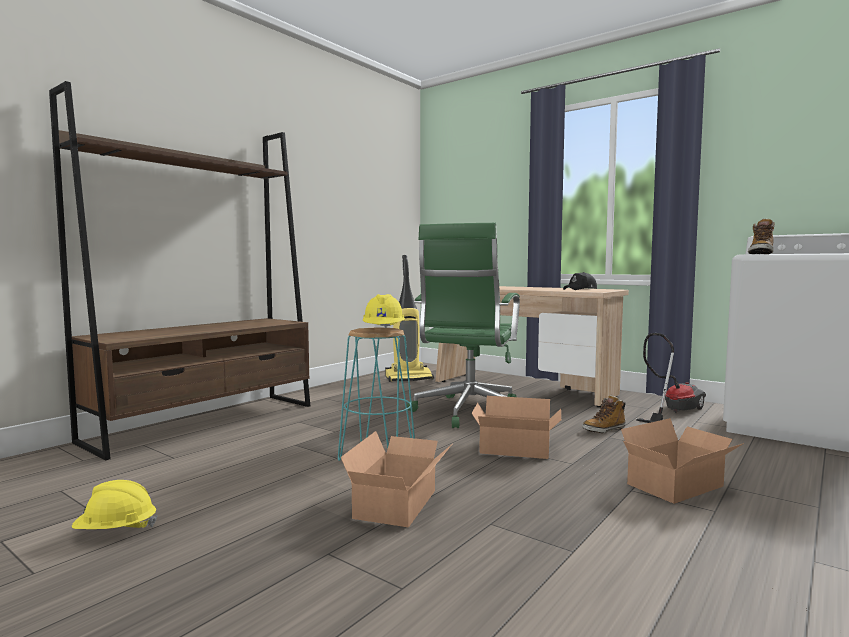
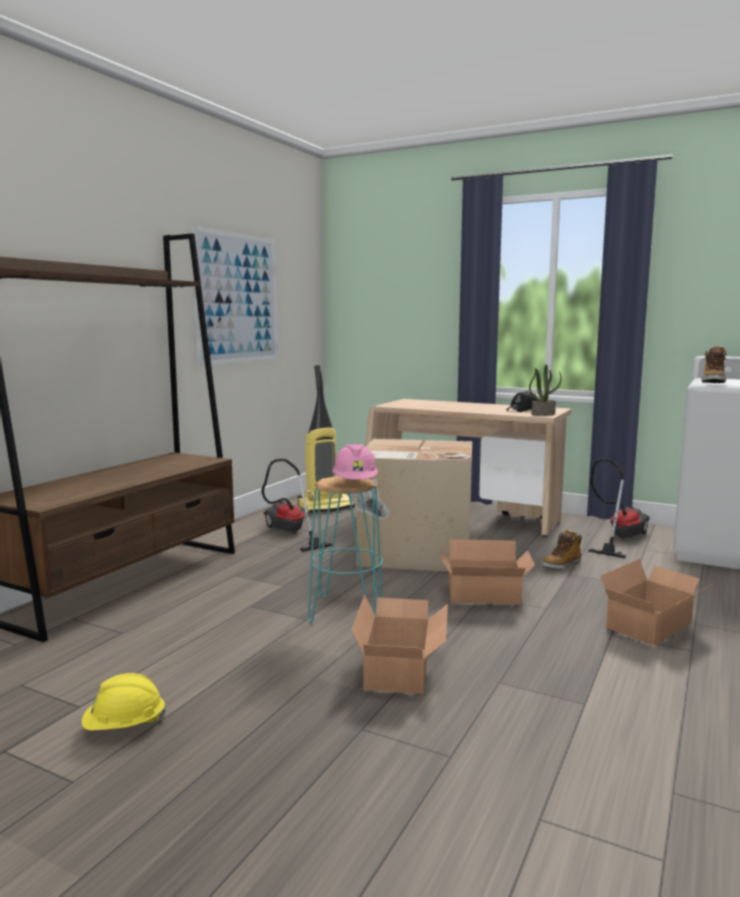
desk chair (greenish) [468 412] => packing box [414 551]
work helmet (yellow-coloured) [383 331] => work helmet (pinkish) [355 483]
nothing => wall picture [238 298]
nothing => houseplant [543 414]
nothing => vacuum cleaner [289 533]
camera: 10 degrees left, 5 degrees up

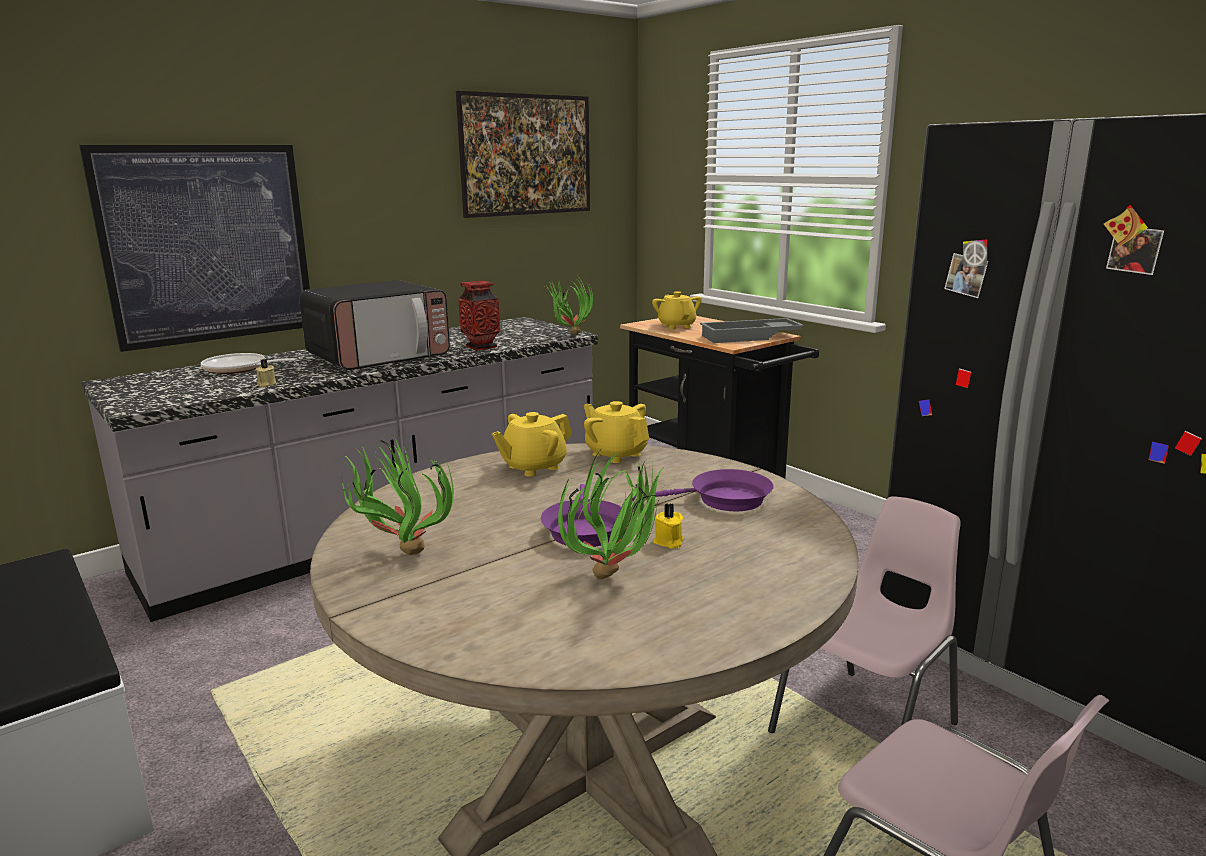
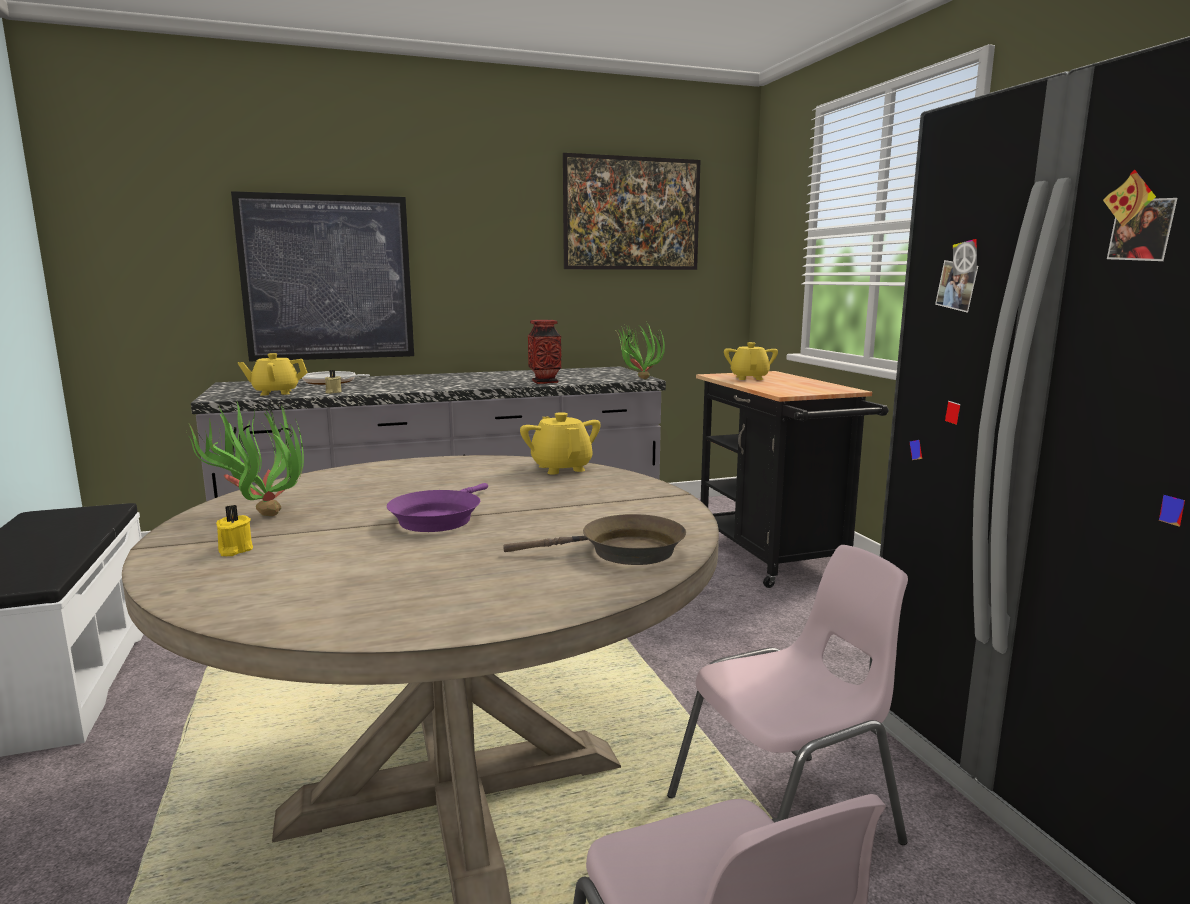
microwave oven [379 357] => nothing
tray (gray) [750 337] => nothing
pot for tea (yellow-coloured) [533 467] => pot for tea (yellow-coloured) [275 393], shifted
houseplant [619 576] => nothing
skillet (purple-coloured) [723 500] => nothing
candle (yellow-coloured) [668 542] => candle (yellow-coloured) [234 550], shifted
nothing => skillet (brown-coloured) [623 552]
camera: 20 degrees right, 5 degrees down

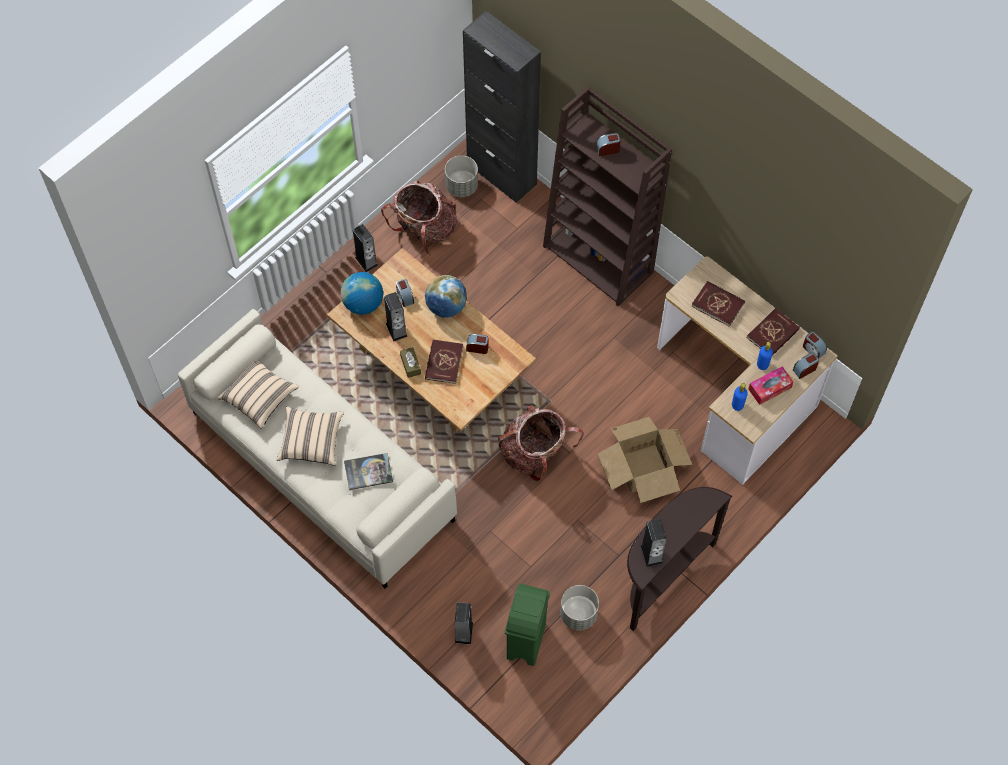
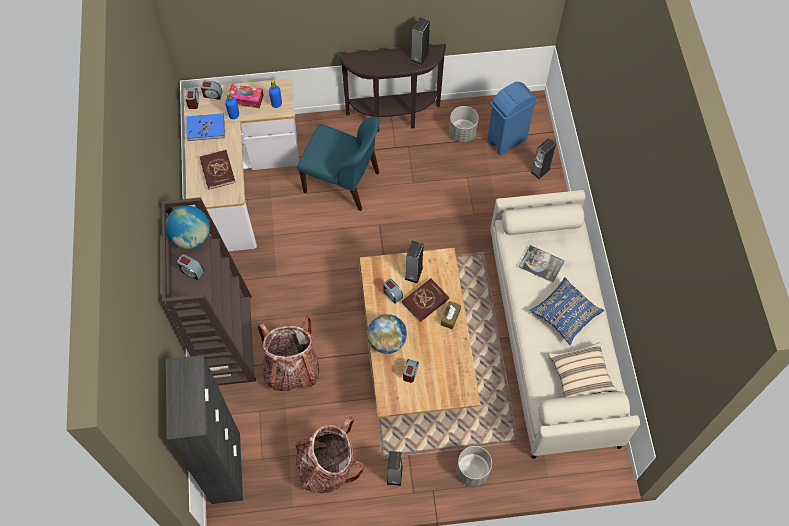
plant pot (gray) [462 186] => plant pot (gray) [472 471], shifted
globe [363 304] => globe [191 237], shifted
audio speaker [396 330] => audio speaker [414 273], shifted
book (red) [773 334] => book (bluish) [206 128]
backpack [535 453] => backpack [292 369], shifted
throw pillow (sand-coloured) [311 441] => throw pillow (bluish) [565 315]
packing box [643 467] => upright chair (bluish) [343 183]
trash can (greenish) [525 641] => trash can (bluish) [507 140]
camera: 140 degrees left, 0 degrees up

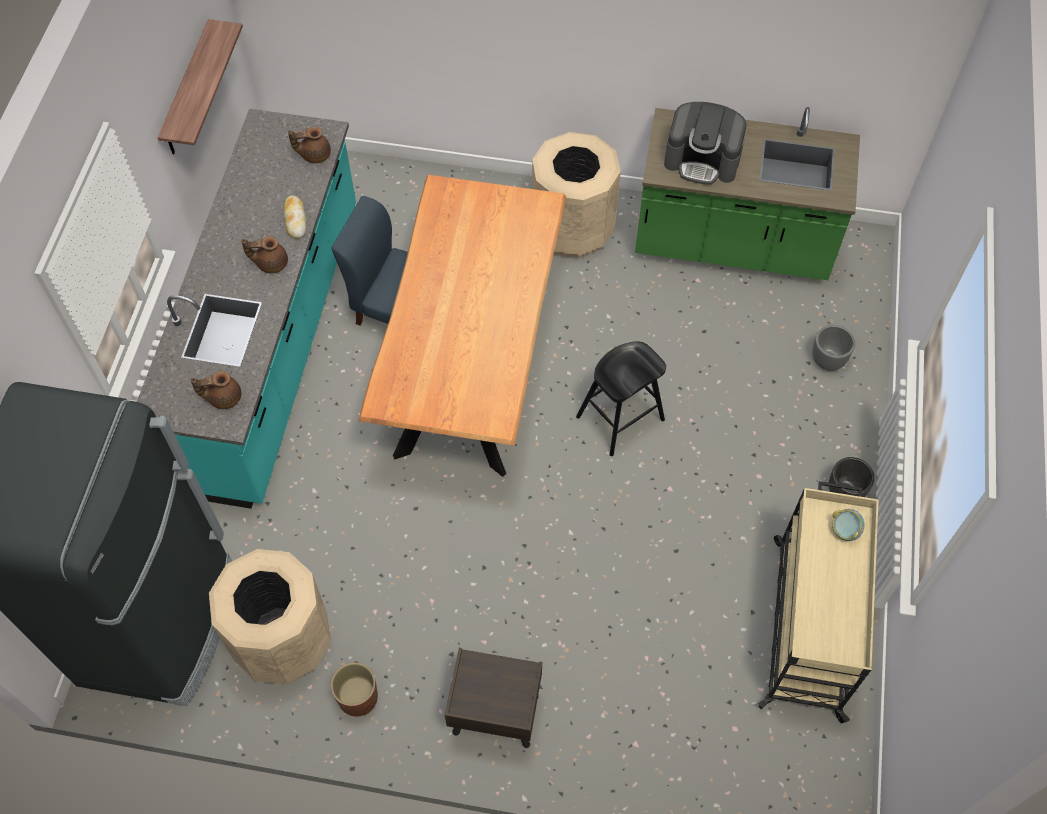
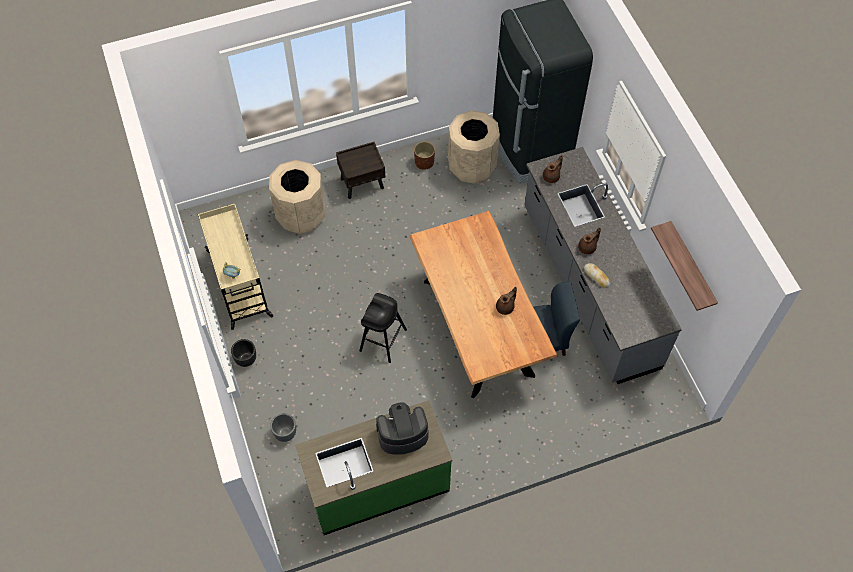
kitchen base unit (turquoise) [272 345] => kitchen base unit (gray) [588 287]
pot for tea (brown-coloured) [314 154] => pot for tea (brown-coloured) [505 307], shifted
trash can (sand-coloured) [572 230] => trash can (sand-coloured) [301 215], shifted
camera: 150 degrees right, 0 degrees up

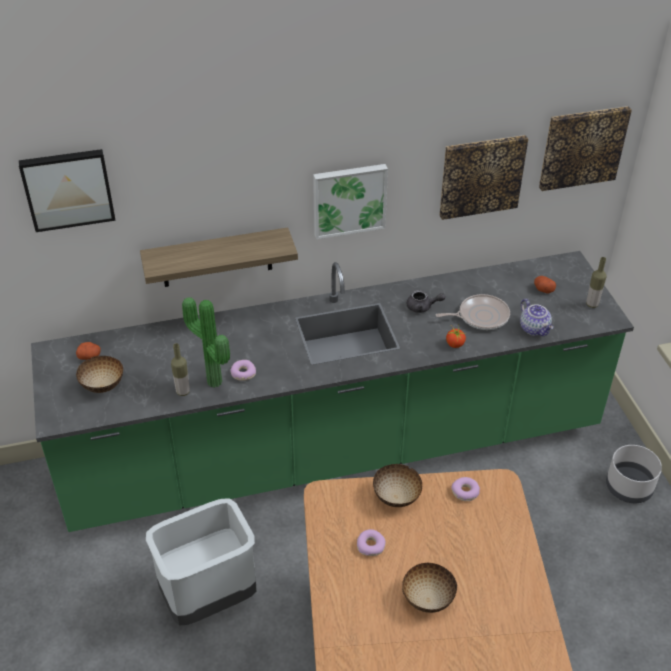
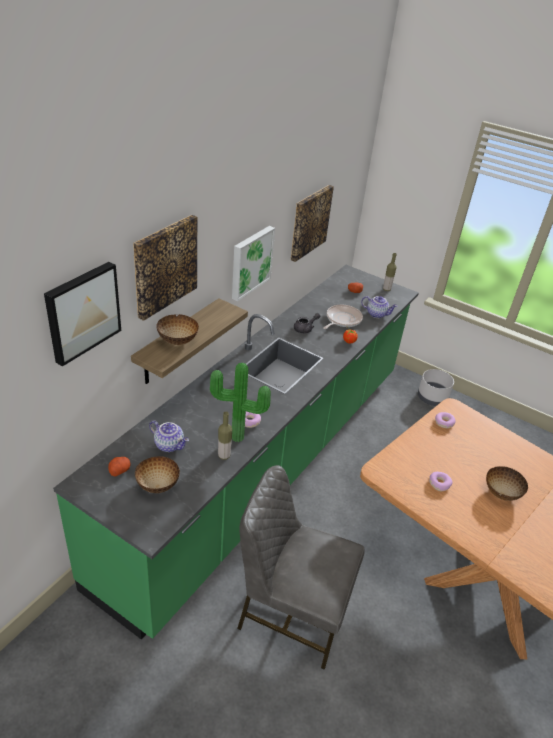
wall picture [582 147] => wall picture [164 266], shifted
deep dish [396 497] => deep dish [178 341], shifted
trash can (gray) [209 597] => upright chair (gray) [292 611]
nothing => pot for tea [170 445]
camera: 45 degrees left, 5 degrees down

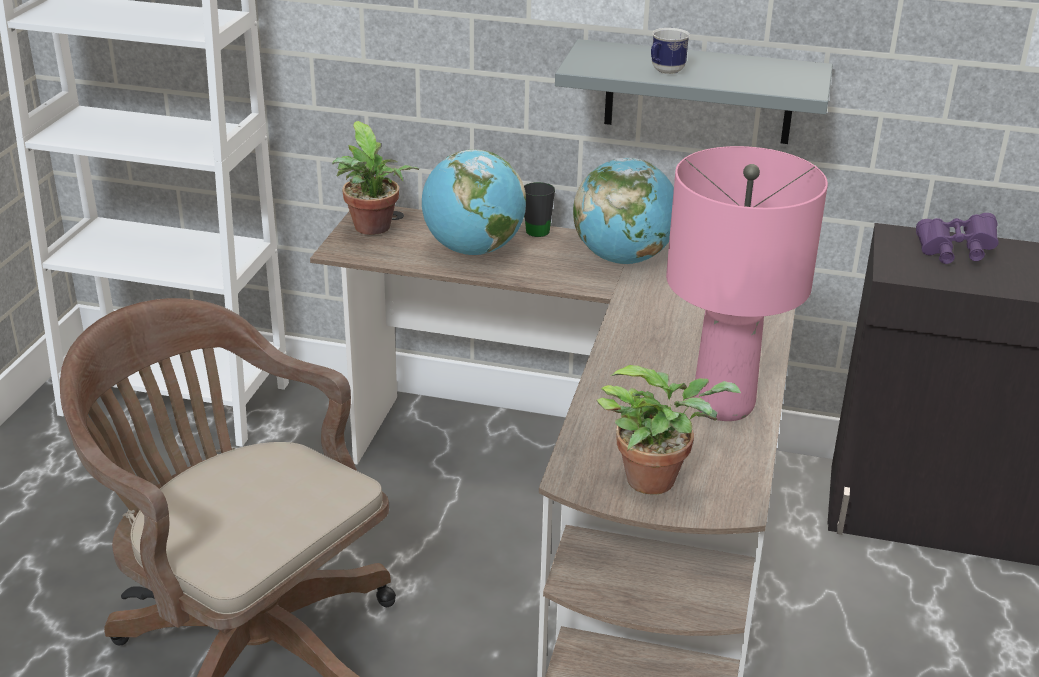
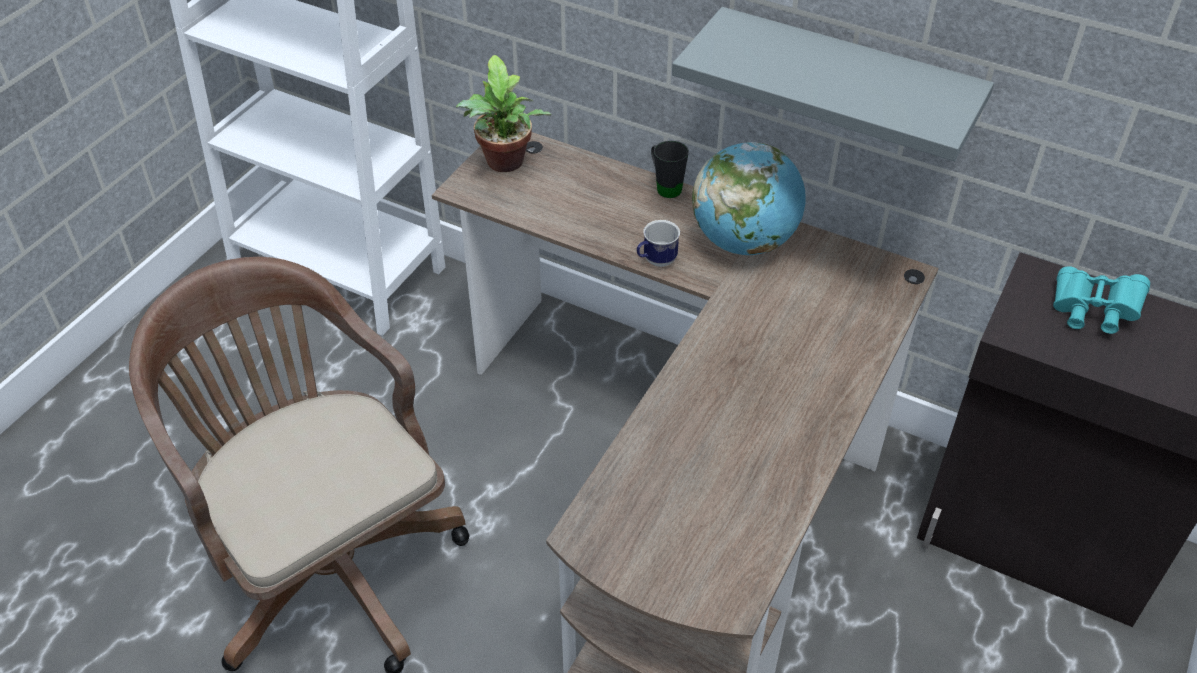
mug [664 72] => mug [655 261], shifted
table lamp (pinkish) [724 405] => nothing
globe [473 250] => nothing
binoculars (purple-coloured) [954 252] => binoculars (turquoise) [1092 312]
houseplant [657 479] => nothing
camera: 15 degrees right, 15 degrees up

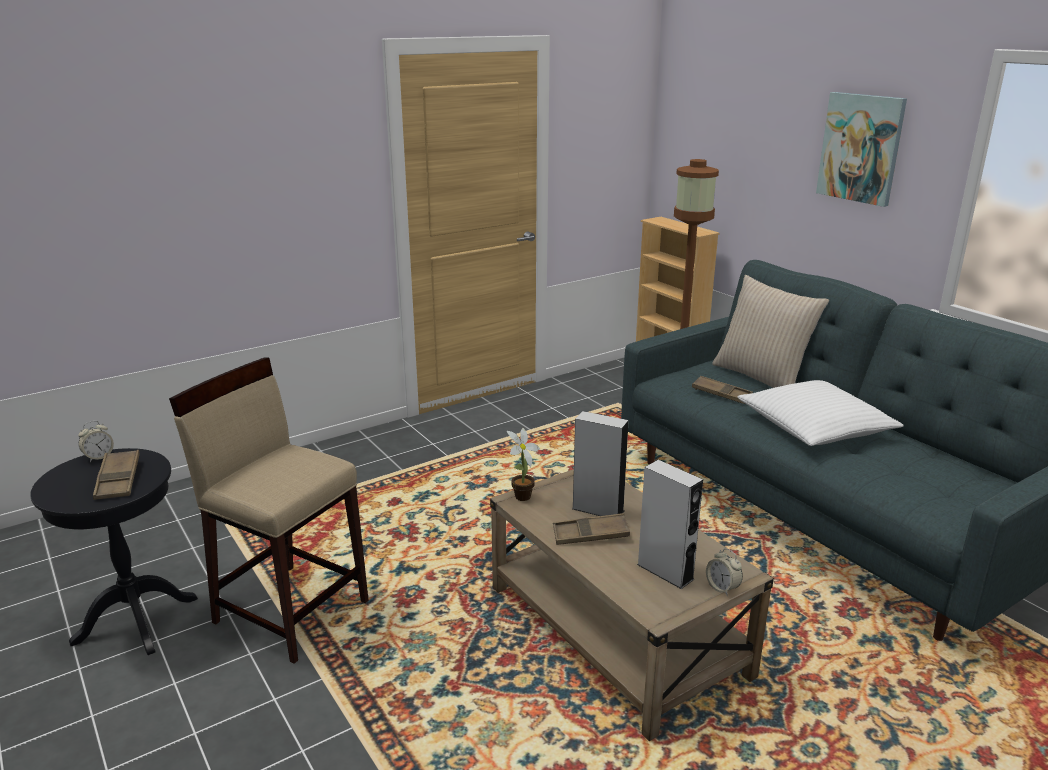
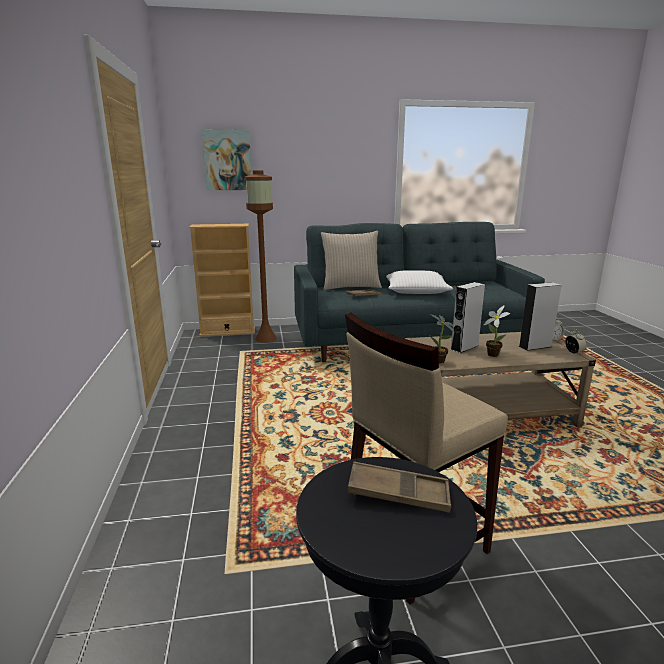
wall picture [861 148] => wall picture [227 160], shifted
bedside clock [99 457] => bedside clock [574 352], shifted
tray (brown-coloured) [590 534] => houseplant [492 354]
camera: 65 degrees left, 5 degrees down

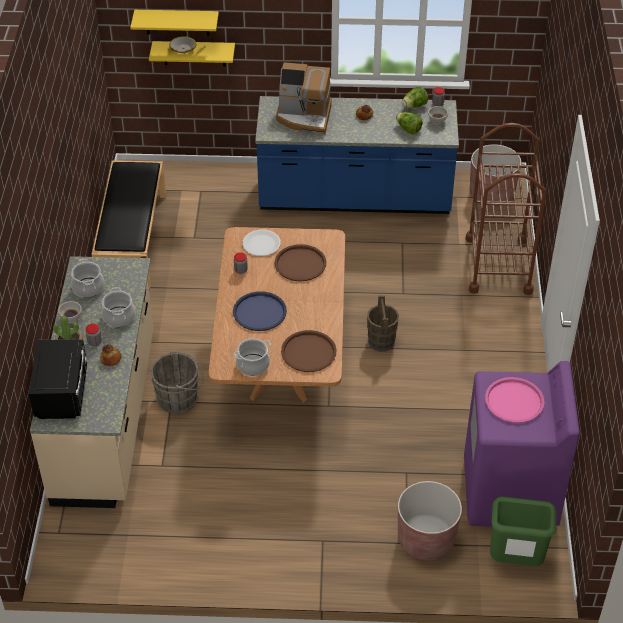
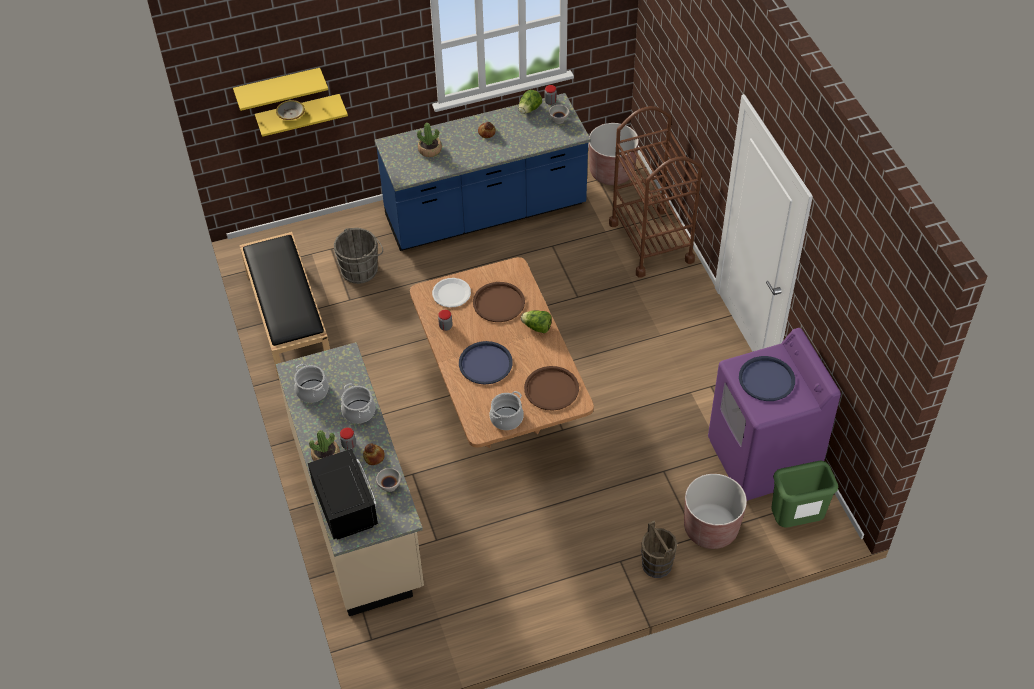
coffee machine [304 117] => houseplant [430 150]
lettuce head [408 129] => lettuce head [537 327], shifted
pail (brown-coloured) [381 342] => pail (brown-coloured) [657 565], shifted
deep dish (whitish) [71 319] => deep dish (whitish) [390 486], shifted
pail (gray) [180 398] => pail (gray) [361 269], shifted
tray (pinkish) [514 401] => tray (bluish) [766 379]
camera: 20 degrees left, 5 degrees up

